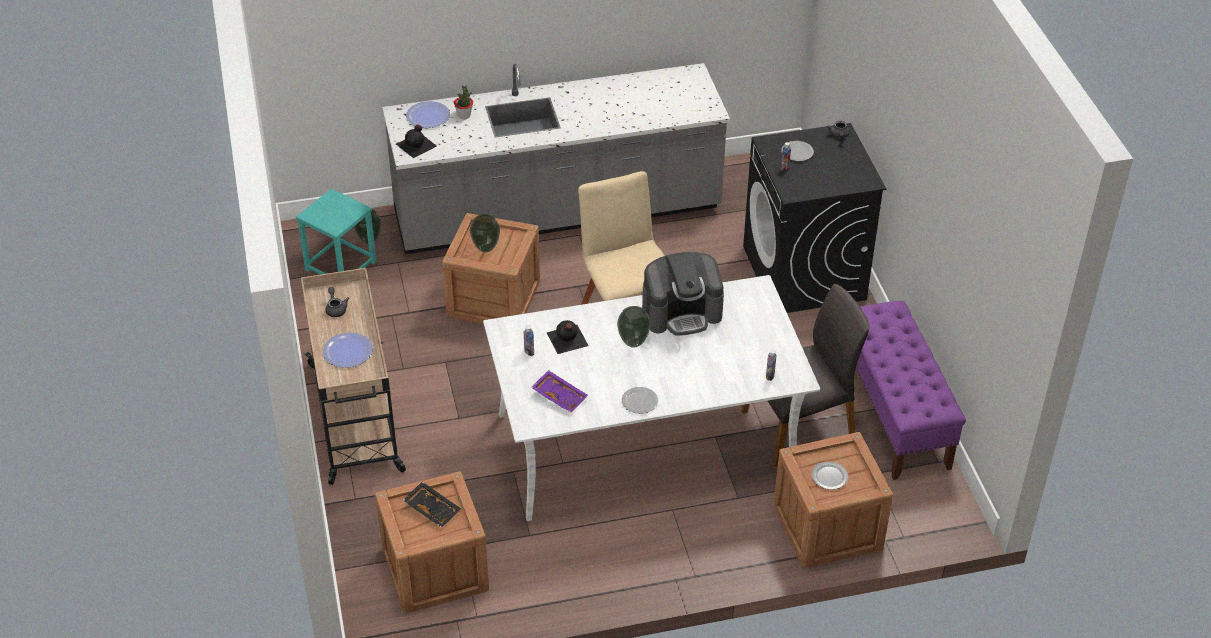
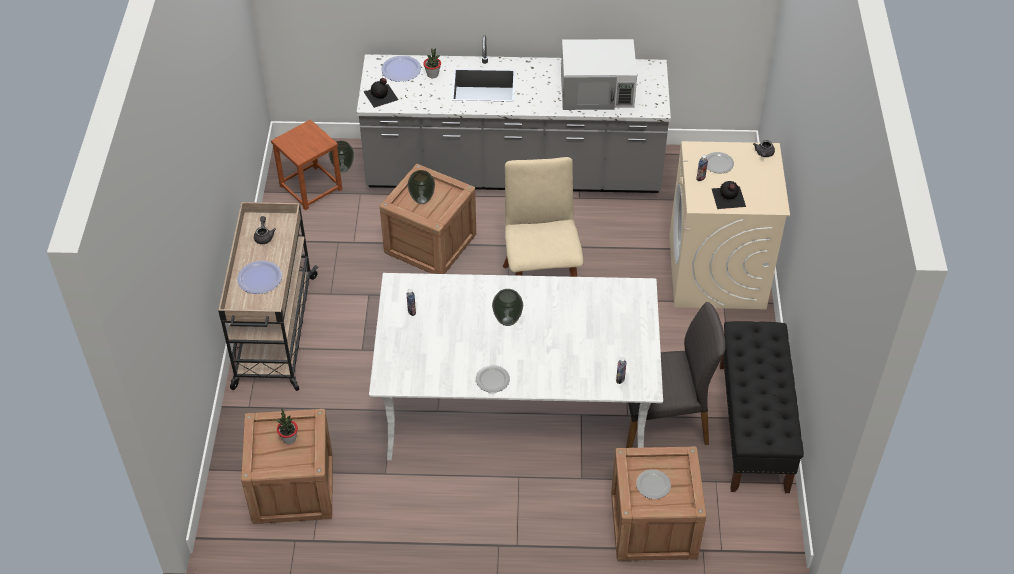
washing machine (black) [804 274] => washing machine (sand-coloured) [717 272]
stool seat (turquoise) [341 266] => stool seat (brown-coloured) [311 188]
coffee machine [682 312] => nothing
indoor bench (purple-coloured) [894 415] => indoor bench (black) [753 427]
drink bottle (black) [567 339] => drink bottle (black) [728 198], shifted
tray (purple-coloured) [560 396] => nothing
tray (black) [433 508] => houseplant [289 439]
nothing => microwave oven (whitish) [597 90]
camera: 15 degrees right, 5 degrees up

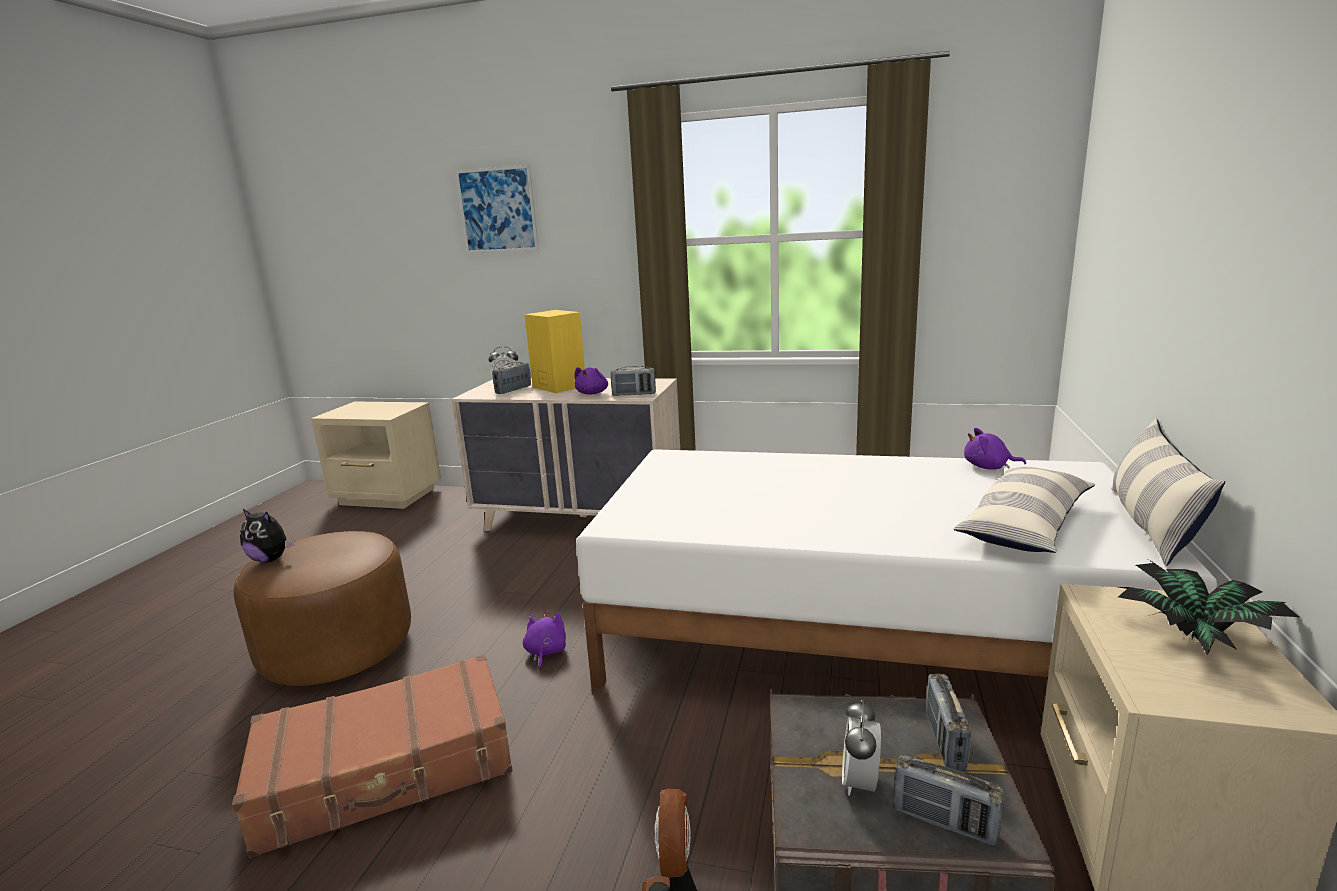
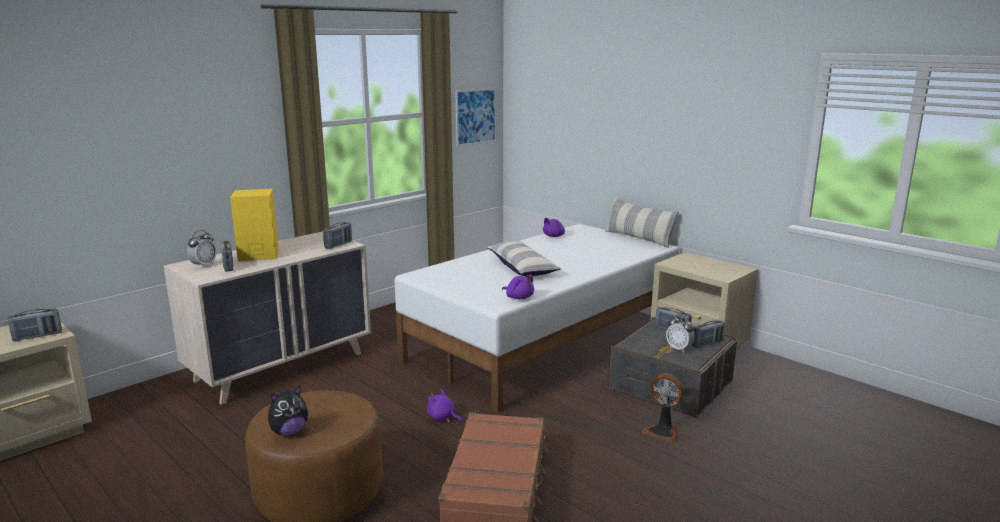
wall picture [497 210] => wall picture [476 116], shifted
soft toy (purple-coloured) [592 393] => soft toy (purple-coloured) [518 297], shifted
throw pillow [1025 526] => throw pillow [522 268], shifted
houseplant [1199 636] => nothing
nothing => radio set [37 336]
camera: 60 degrees left, 0 degrees up

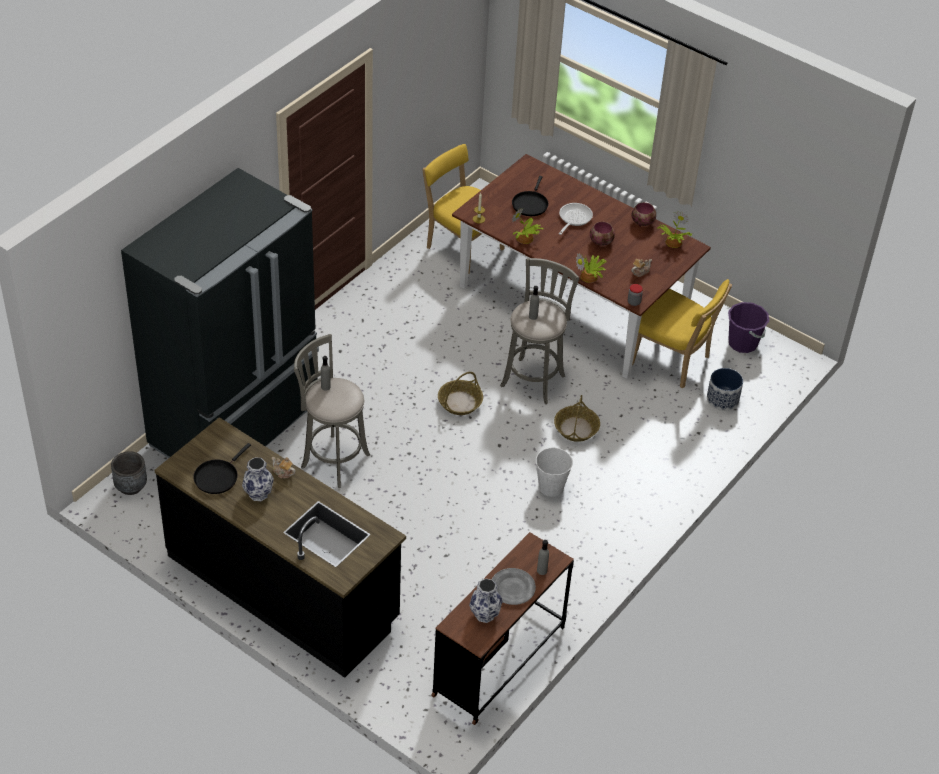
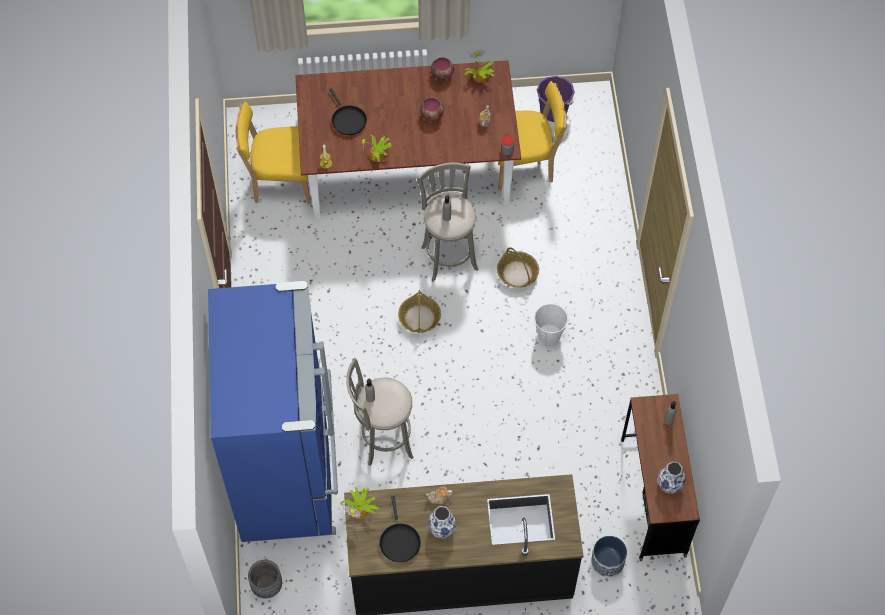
refrigerator (black) [238 427] => refrigerator (bluish) [288 471]
skillet [573 218] => nothing
houseplant [590 277] => houseplant [360 509], shifted
plant pot [722 400] => plant pot [608 562], shifted
plate (gray) [512 588] => nothing
camera: 40 degrees left, 15 degrees up

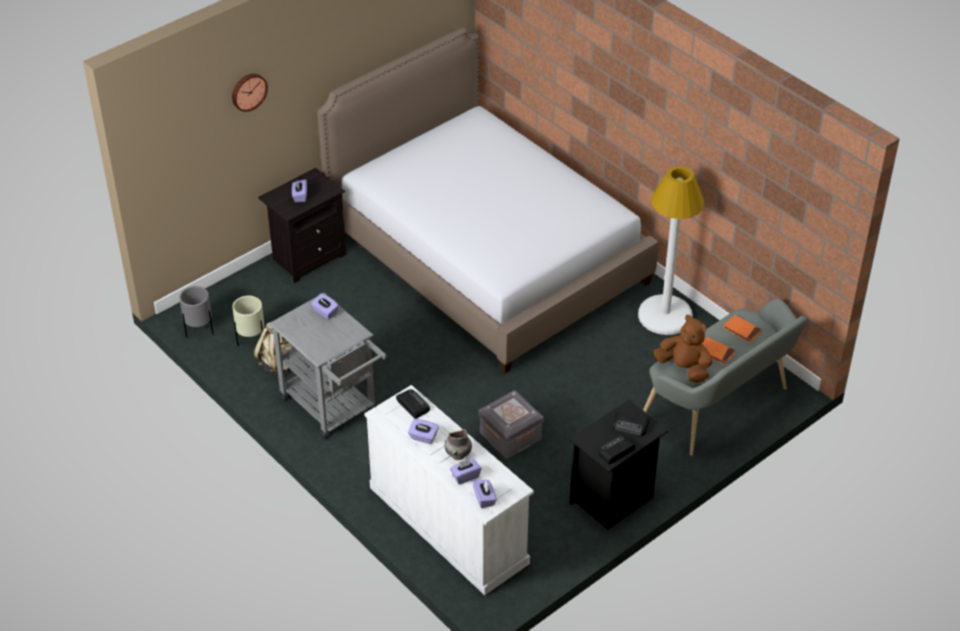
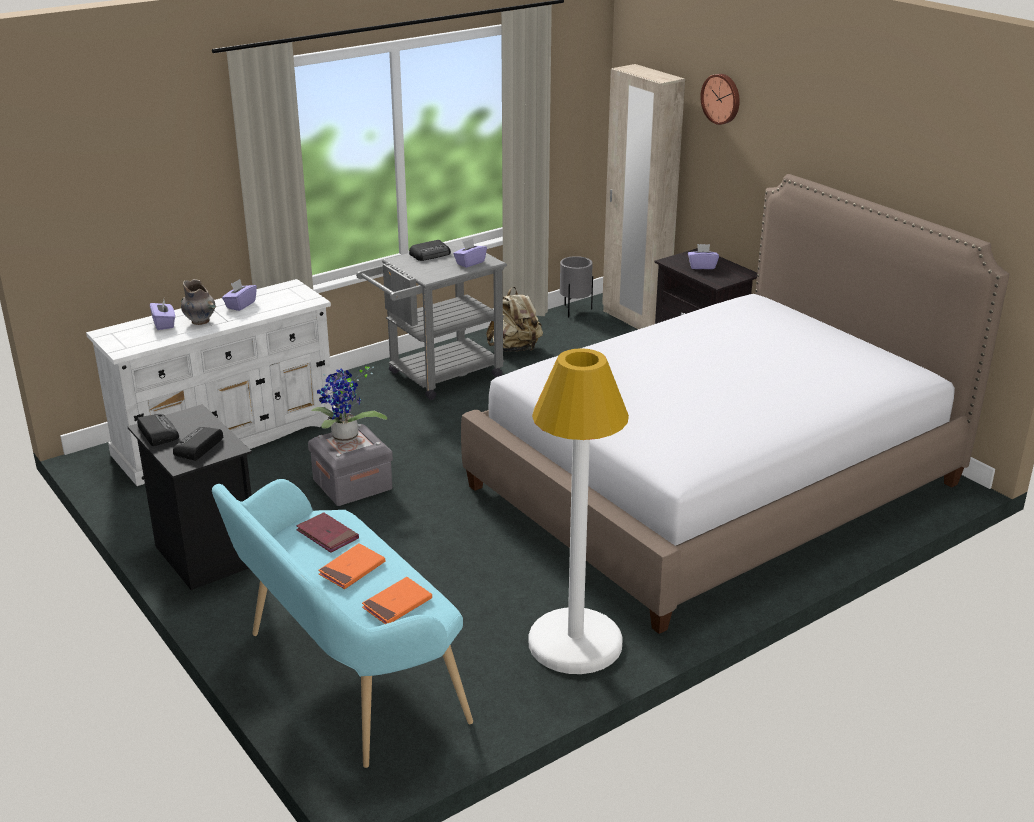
plant pot (sand-coloured) [251 340] => nothing
indoor bench (gray) [720 408] => indoor bench (turquoise) [344 679]
soft toy (brown-coloured) [684 368] => book (red) [327 535]
radio set [412 405] => radio set [431 254], shifted
box of tissues (purple-coloured) [484 498] => nothing
nothing => clothes cupboard (sand-coloured) [634 319]
nothing => houseplant [345 439]
camera: 95 degrees right, 15 degrees down

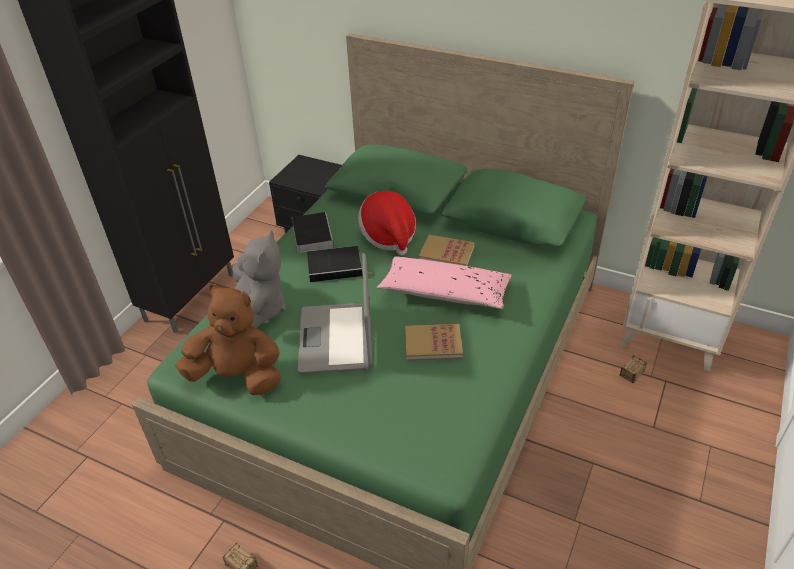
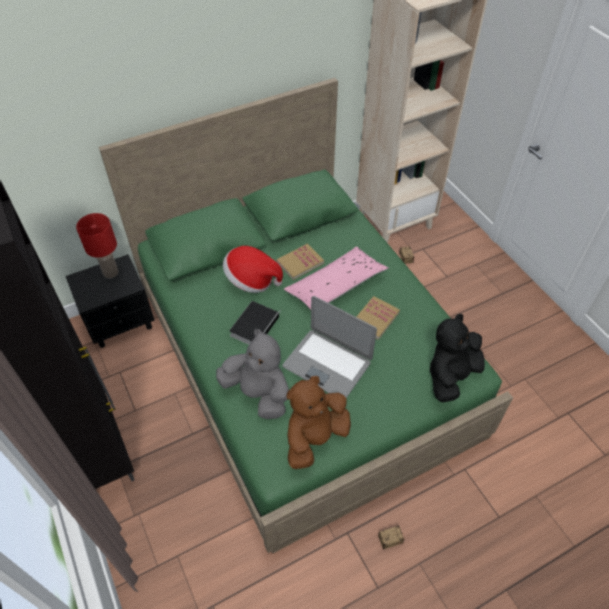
book [312 234] => nothing
nothing => table lamp (red) [110 273]
nothing => soft toy (black) [451 376]
camera: 55 degrees left, 10 degrees up

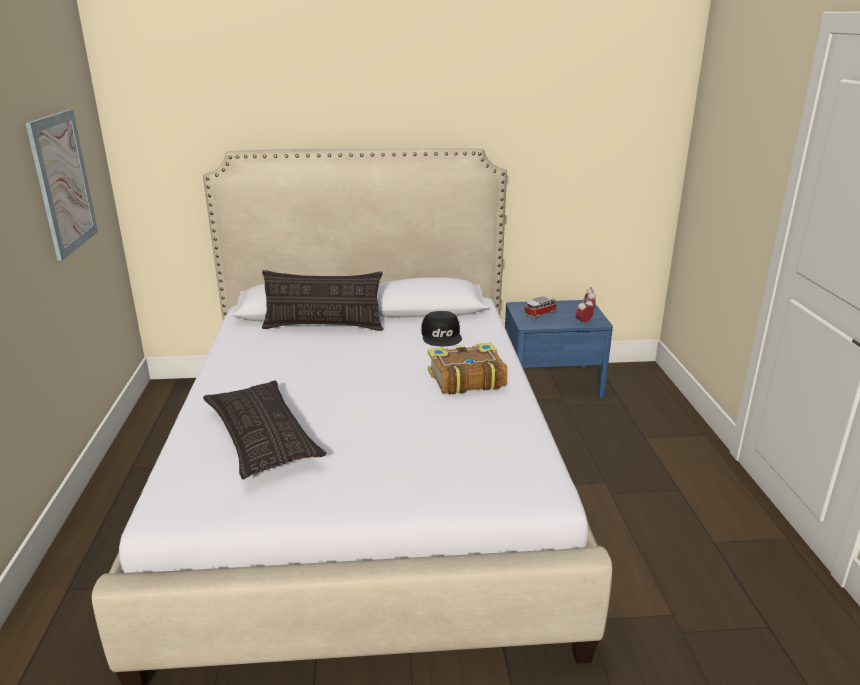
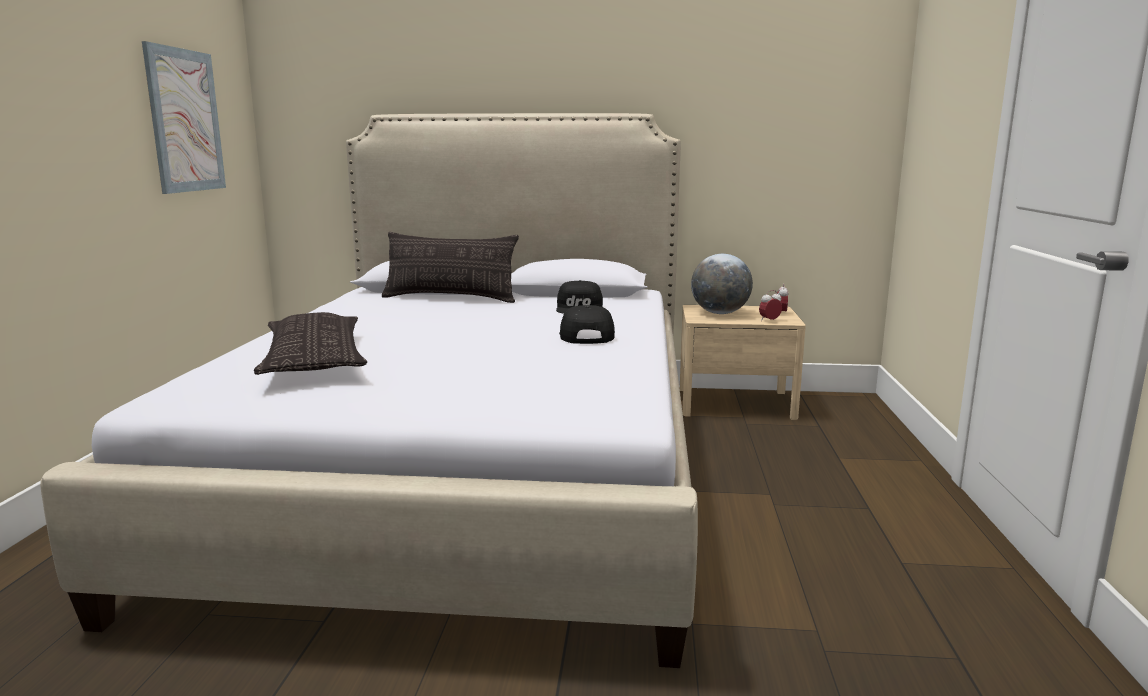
miniature car [540 314] => globe [720 313]
night table (bluish) [551 382] => night table (sand-coloured) [735 403]
book [465 379] => baseball cap (black) [585 335]
camera: 10 degrees right, 10 degrees down

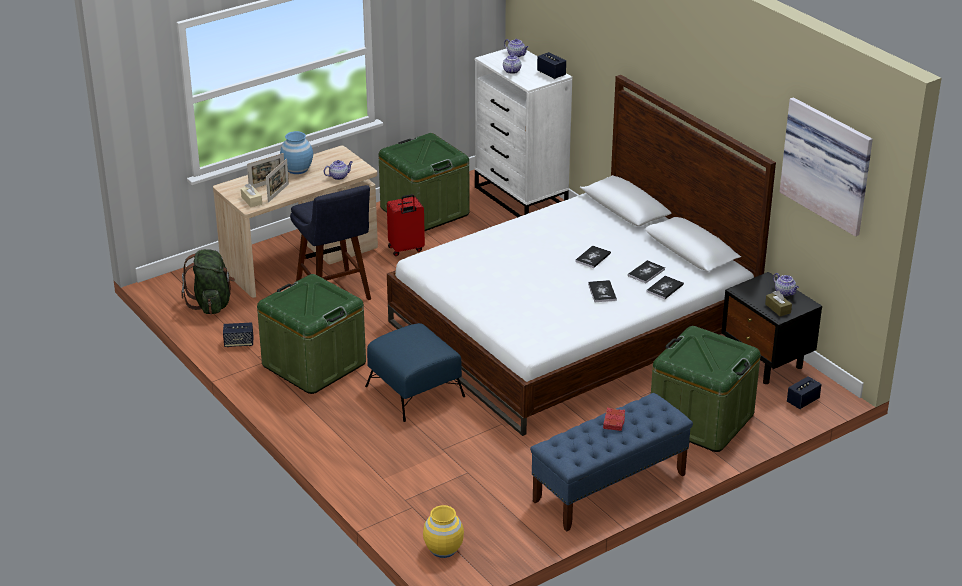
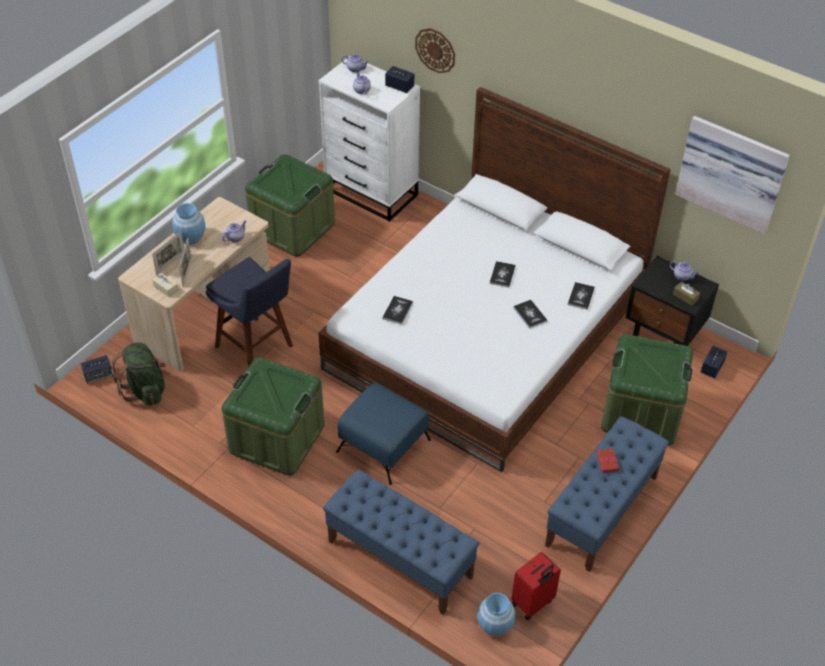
travel case (red) [406 249] => travel case (red) [533 603], shifted
book [646 272] => book [397 310], shifted
audio speaker [239 343] => audio speaker [98 375], shifted
flower vase (yellow-coloured) [443 549] => flower vase (bluish) [495 625]
nothing => hanging clock [435 50]
nothing => indoor bench (bluish) [399 559]
camera: 20 degrees left, 15 degrees up

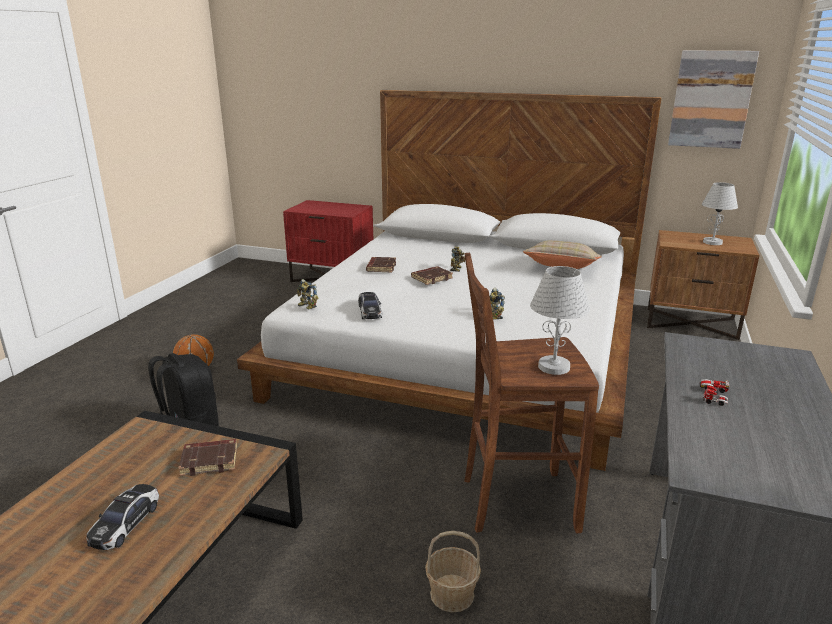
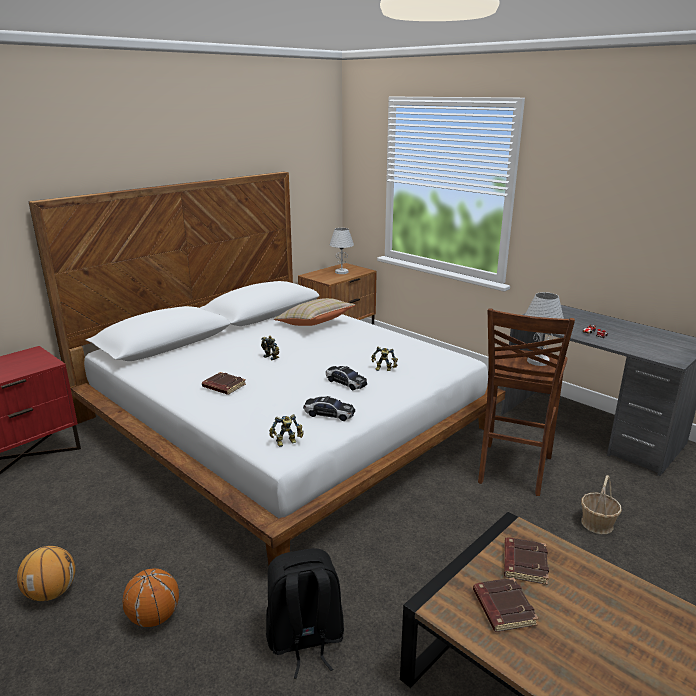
wall picture [711 99] => nothing
book (brown-coloured) [431 278] => book (brown-coloured) [502 608], shifted
miniature car [126 523] => miniature car [346 382], shifted
nothing => basketball ball [51 592]
camera: 65 degrees left, 0 degrees up

